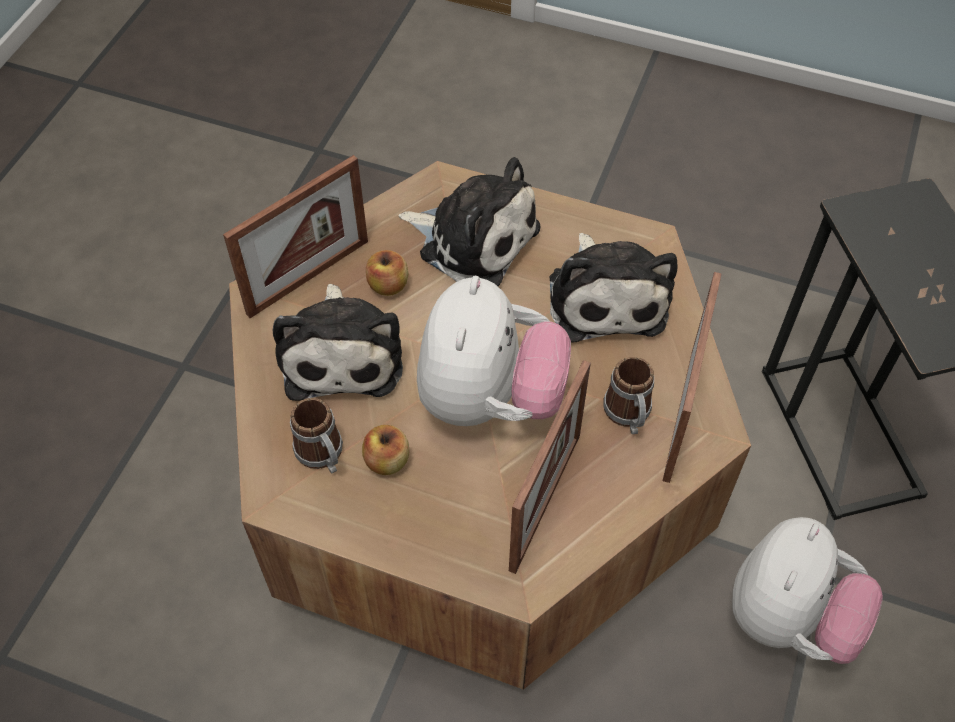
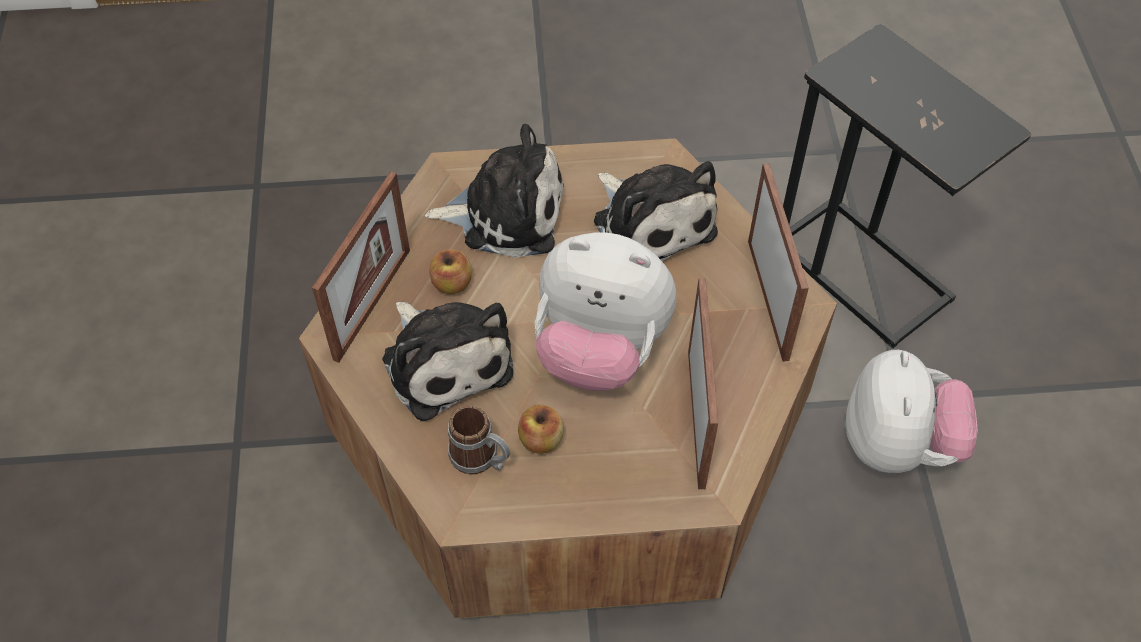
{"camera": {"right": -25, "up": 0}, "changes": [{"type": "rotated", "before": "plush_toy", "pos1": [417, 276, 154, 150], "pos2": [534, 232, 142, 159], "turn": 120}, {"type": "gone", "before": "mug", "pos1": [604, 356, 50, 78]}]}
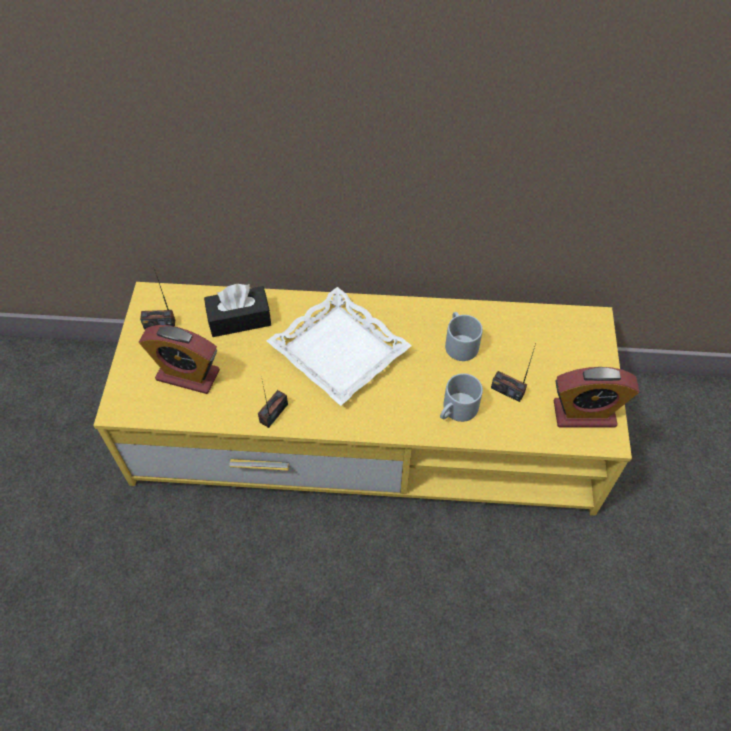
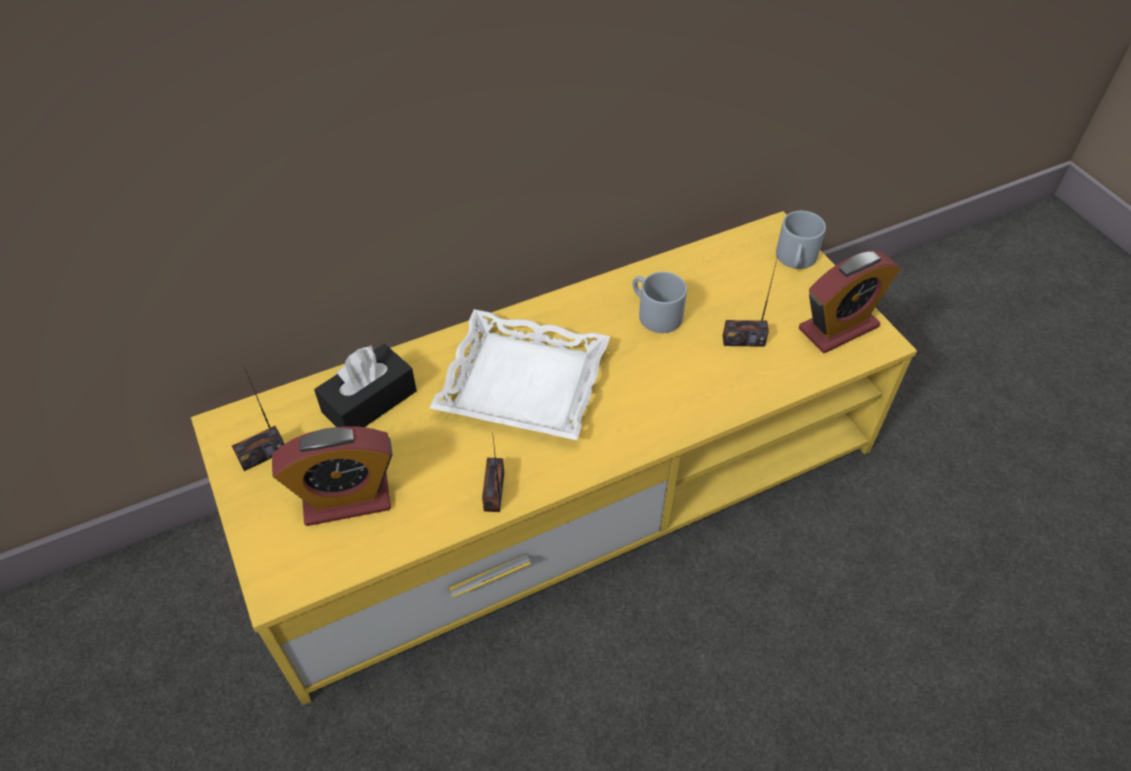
{"camera": {"right": -30, "up": -5}, "changes": [{"type": "shifted", "before": "grey_mug", "pos1": [440, 373, 43, 49], "pos2": [776, 211, 50, 58]}]}
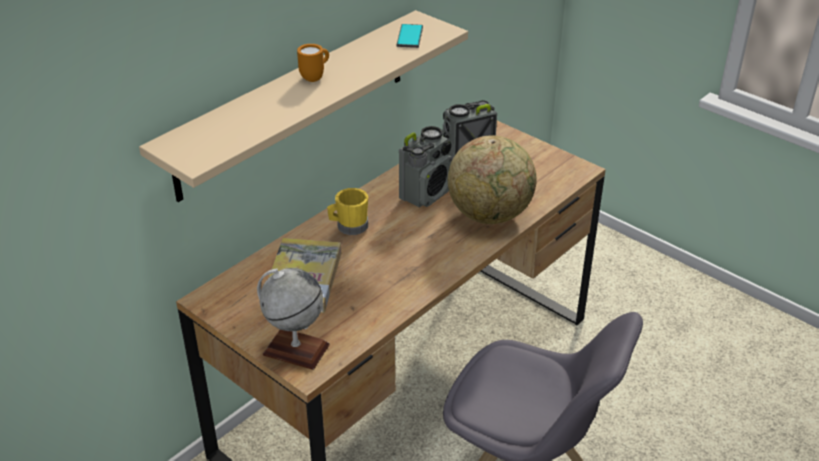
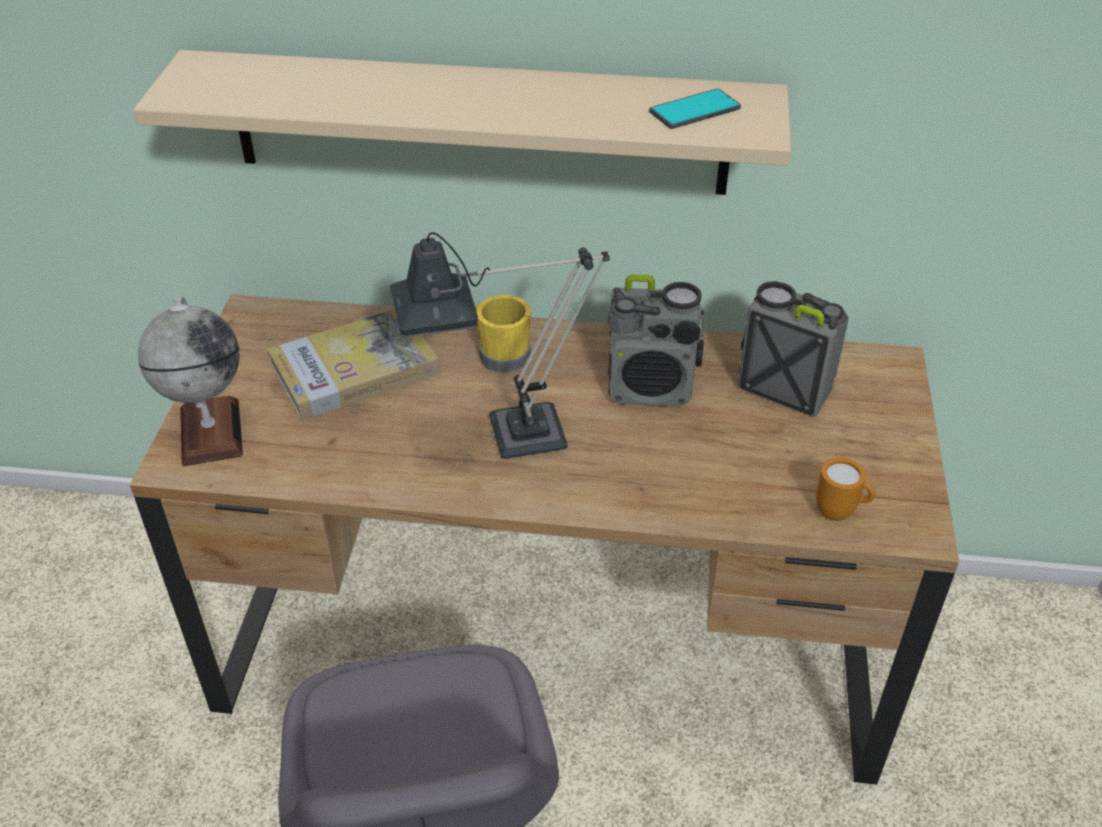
{"camera": {"right": 55, "up": 5}, "changes": [{"type": "shifted", "before": "orange_mug", "pos1": [297, 44, 32, 38], "pos2": [816, 457, 60, 64]}, {"type": "gone", "before": "globe", "pos1": [448, 135, 89, 89]}, {"type": "new", "after": "table_lamp", "pos2": [390, 232, 220, 227]}]}
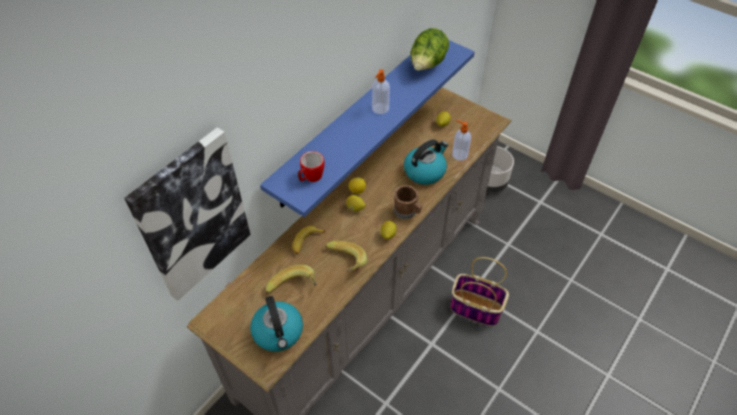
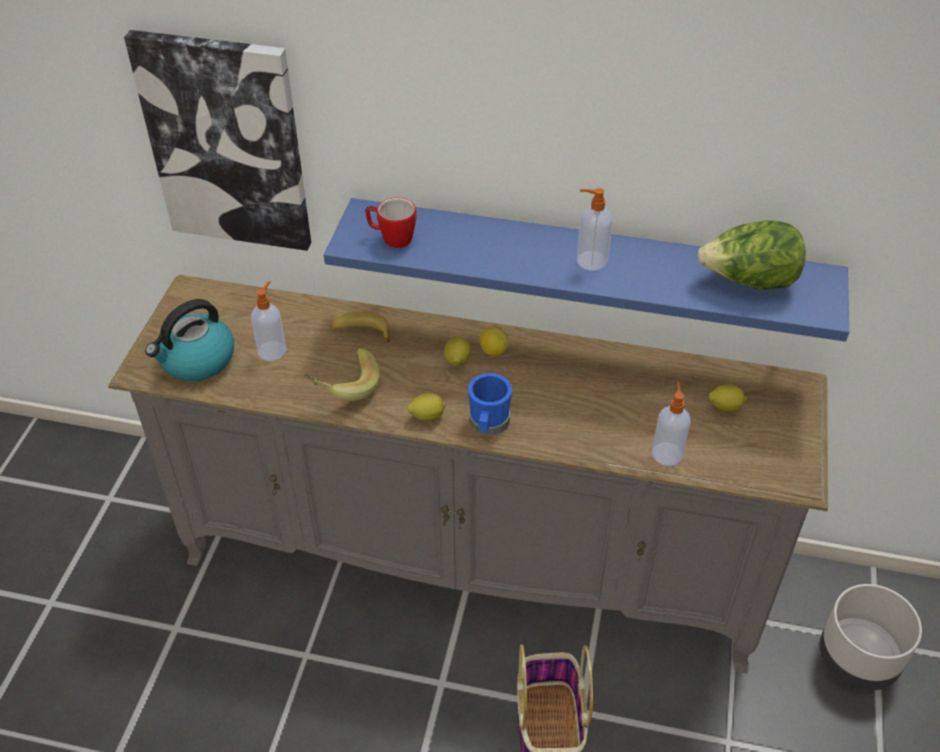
{"camera": {"right": 65, "up": -5}, "changes": [{"type": "swapped", "before": "banana", "after": "soap_dispenser", "pos1": [266, 265, 51, 29], "pos2": [251, 281, 35, 80]}, {"type": "repainted", "before": "brown_mug", "after": "blue_mug", "pos1": [394, 185, 28, 34], "pos2": [468, 373, 44, 63]}, {"type": "gone", "before": "kettle", "pos1": [404, 140, 44, 45]}]}
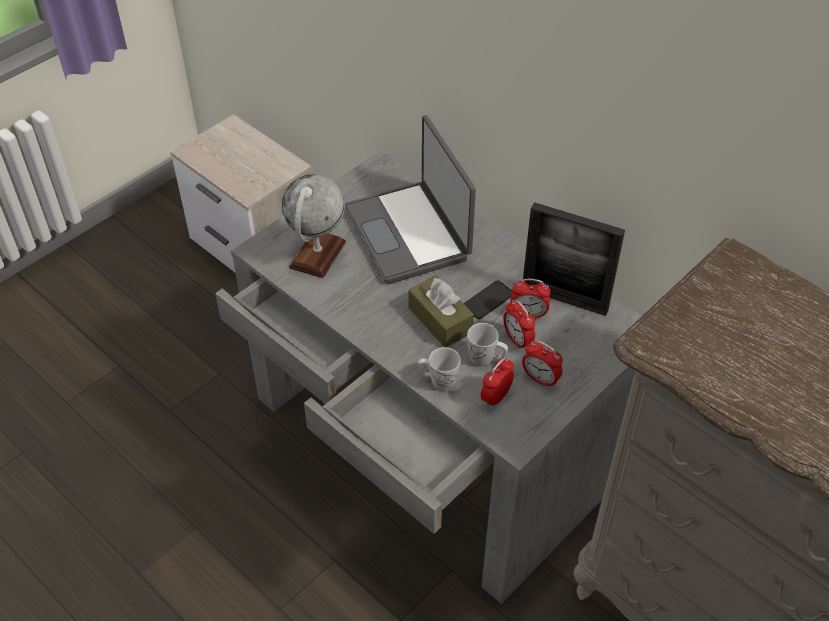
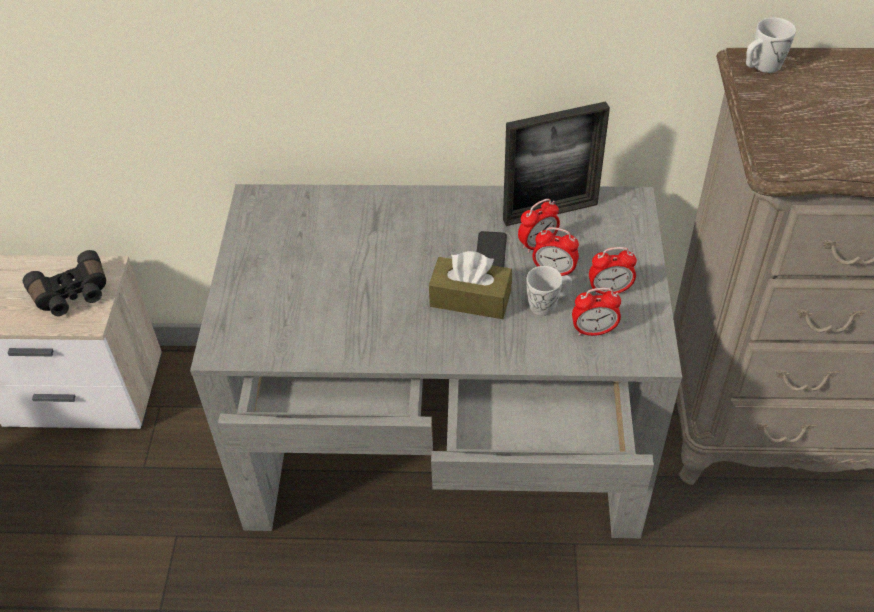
{"camera": {"right": -40, "up": 0}, "changes": [{"type": "gone", "before": "globe", "pos1": [282, 174, 64, 104]}, {"type": "gone", "before": "laptop", "pos1": [345, 115, 131, 169]}, {"type": "shifted", "before": "white_mug", "pos1": [418, 347, 43, 44], "pos2": [746, 17, 50, 56]}, {"type": "rotated", "before": "alarm_clock", "pos1": [481, 357, 33, 51], "pos2": [572, 288, 49, 48], "turn": -90}, {"type": "new", "after": "black_binoculars", "pos2": [23, 250, 83, 66]}]}
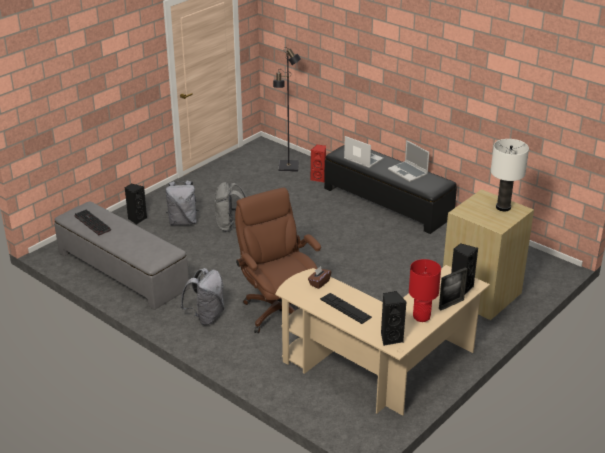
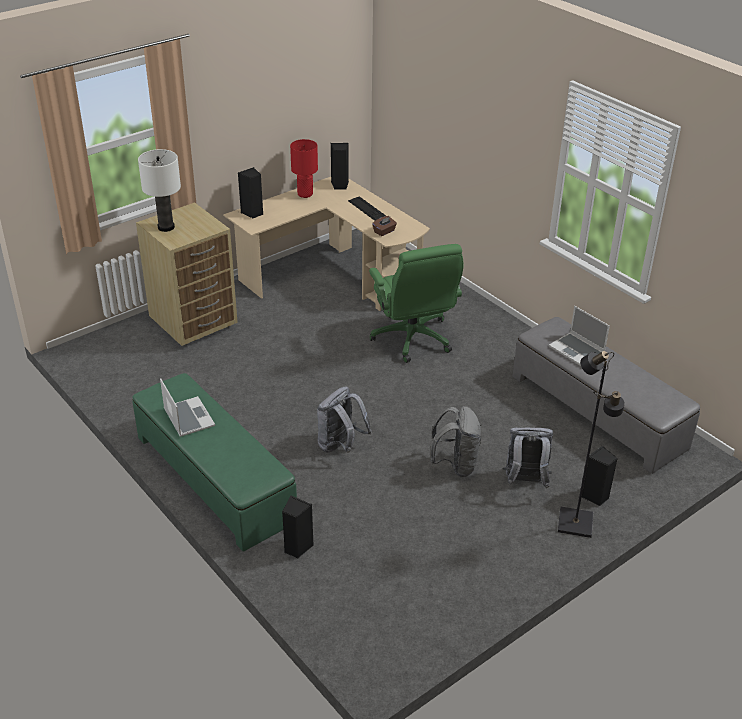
{"camera": {"right": -170, "up": 5}, "changes": [{"type": "gone", "before": "keyboard", "pos1": [74, 210, 37, 25]}, {"type": "shifted", "before": "grey_backpack", "pos1": [180, 268, 44, 57], "pos2": [317, 387, 55, 66]}, {"type": "repainted", "before": "brown_office_chair", "after": "green_office_chair", "pos1": [235, 188, 86, 145], "pos2": [369, 244, 94, 119]}, {"type": "shifted", "before": "black_floor_lamp", "pos1": [273, 47, 28, 124], "pos2": [558, 351, 67, 187]}, {"type": "repainted", "before": "red_speaker", "after": "black_speaker", "pos1": [311, 145, 15, 37], "pos2": [282, 496, 31, 62]}, {"type": "repainted", "before": "black_bench", "after": "green_bench", "pos1": [324, 145, 133, 89], "pos2": [132, 373, 165, 178]}, {"type": "shifted", "before": "laptop", "pos1": [344, 136, 40, 32], "pos2": [549, 306, 61, 60]}, {"type": "gone", "before": "picture_frame", "pos1": [439, 267, 28, 43]}]}
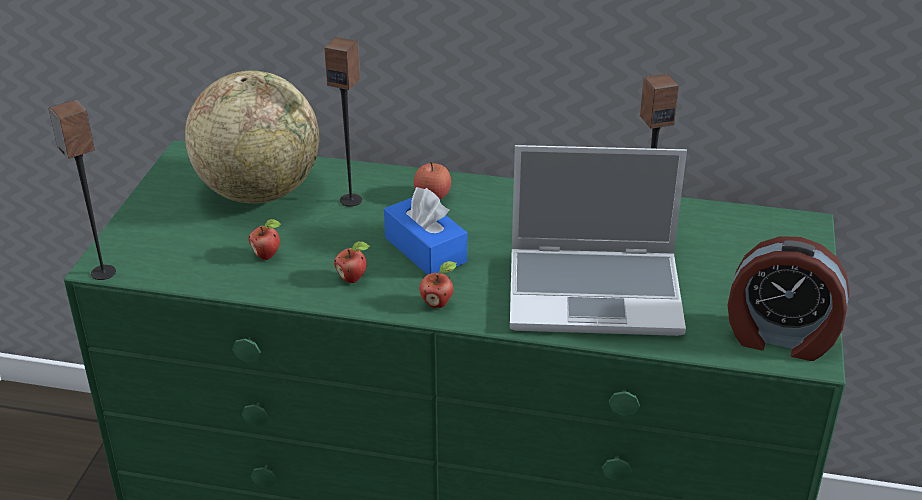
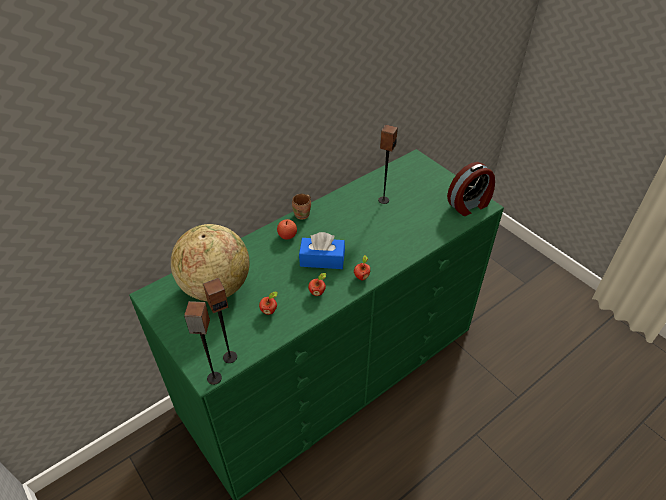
{"camera": {"right": -50, "up": 10}, "changes": [{"type": "shifted", "before": "speaker", "pos1": [324, 37, 38, 170], "pos2": [203, 278, 34, 85]}, {"type": "gone", "before": "laptop", "pos1": [510, 145, 177, 191]}, {"type": "new", "after": "brown_mug", "pos2": [292, 194, 19, 26]}]}
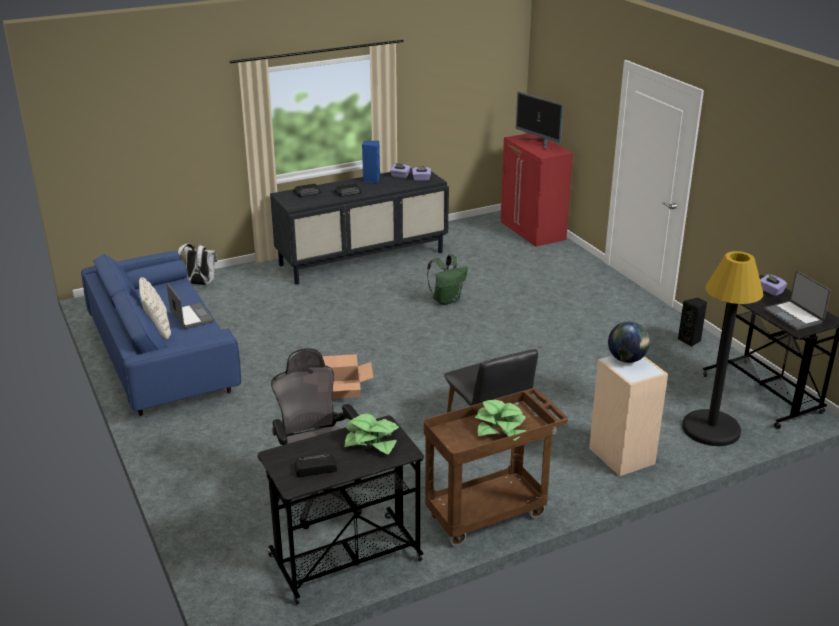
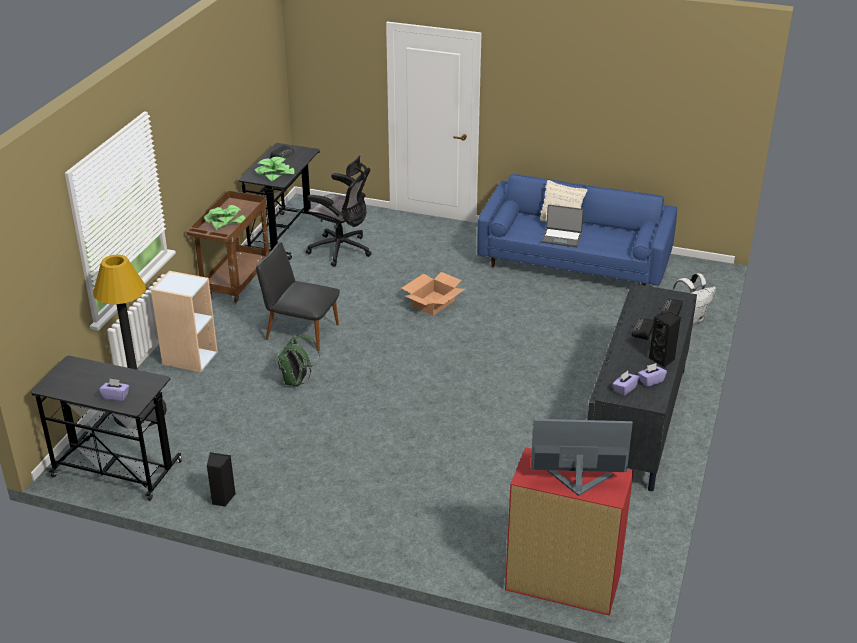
{"camera": {"right": 135, "up": 5}, "changes": [{"type": "repainted", "before": "blue_speaker", "after": "black_speaker", "pos1": [362, 141, 18, 42], "pos2": [649, 312, 32, 56]}, {"type": "shifted", "before": "green_backpack", "pos1": [427, 254, 41, 51], "pos2": [278, 335, 42, 52]}, {"type": "gone", "before": "globe", "pos1": [608, 322, 42, 41]}, {"type": "gone", "before": "laptop", "pos1": [764, 271, 67, 59]}]}
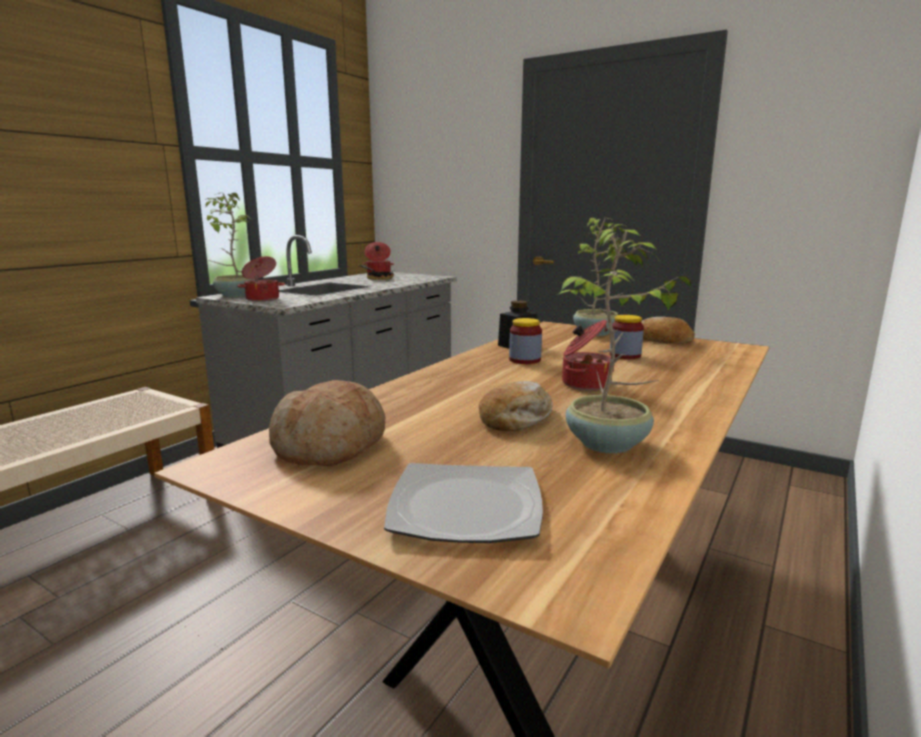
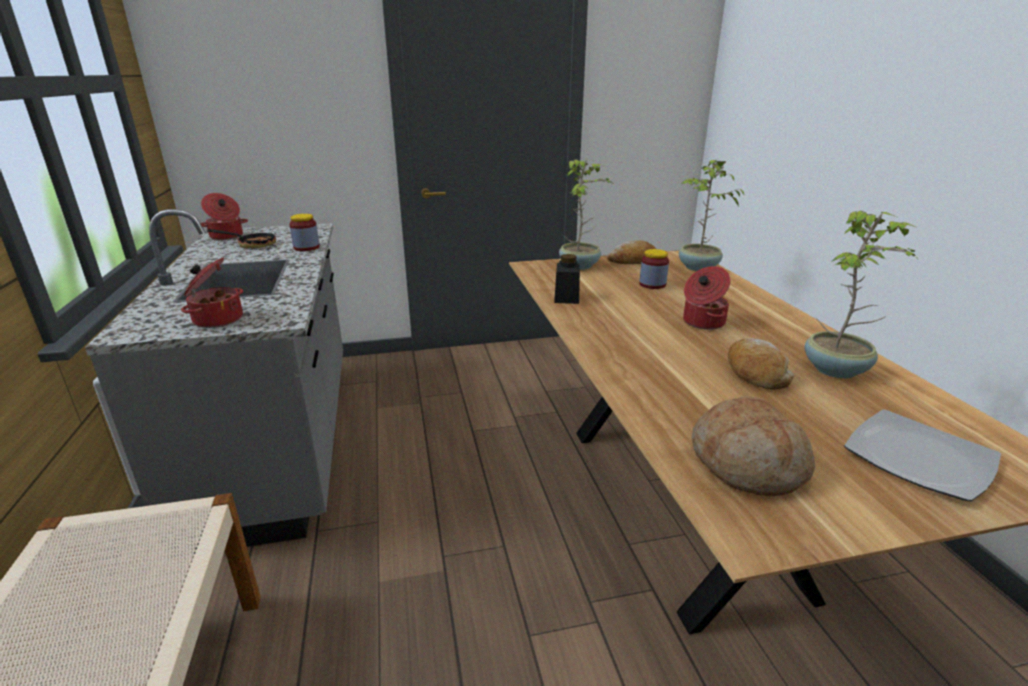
{"camera": {"right": -45, "up": 10}, "changes": [{"type": "shifted", "before": "potted_plant", "pos1": [205, 193, 50, 104], "pos2": [679, 160, 66, 111]}, {"type": "shifted", "before": "jar", "pos1": [509, 318, 33, 46], "pos2": [289, 214, 31, 37]}]}
